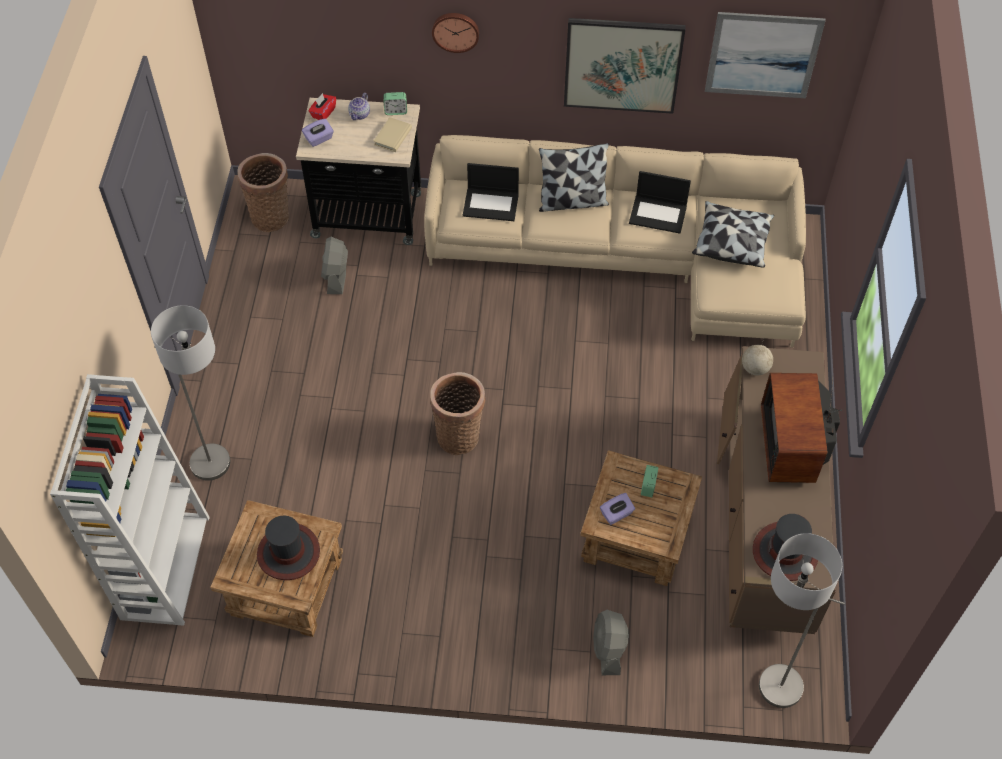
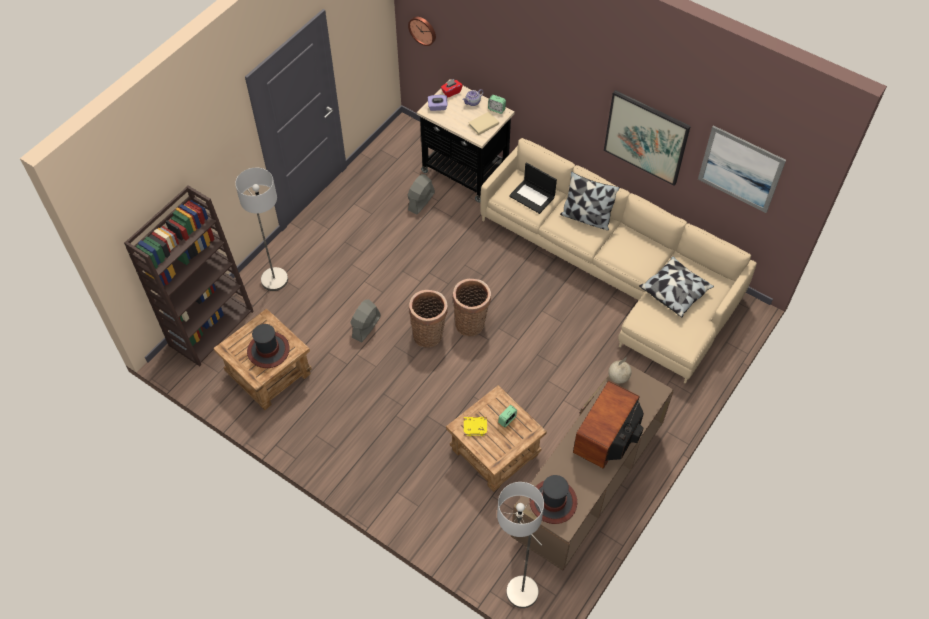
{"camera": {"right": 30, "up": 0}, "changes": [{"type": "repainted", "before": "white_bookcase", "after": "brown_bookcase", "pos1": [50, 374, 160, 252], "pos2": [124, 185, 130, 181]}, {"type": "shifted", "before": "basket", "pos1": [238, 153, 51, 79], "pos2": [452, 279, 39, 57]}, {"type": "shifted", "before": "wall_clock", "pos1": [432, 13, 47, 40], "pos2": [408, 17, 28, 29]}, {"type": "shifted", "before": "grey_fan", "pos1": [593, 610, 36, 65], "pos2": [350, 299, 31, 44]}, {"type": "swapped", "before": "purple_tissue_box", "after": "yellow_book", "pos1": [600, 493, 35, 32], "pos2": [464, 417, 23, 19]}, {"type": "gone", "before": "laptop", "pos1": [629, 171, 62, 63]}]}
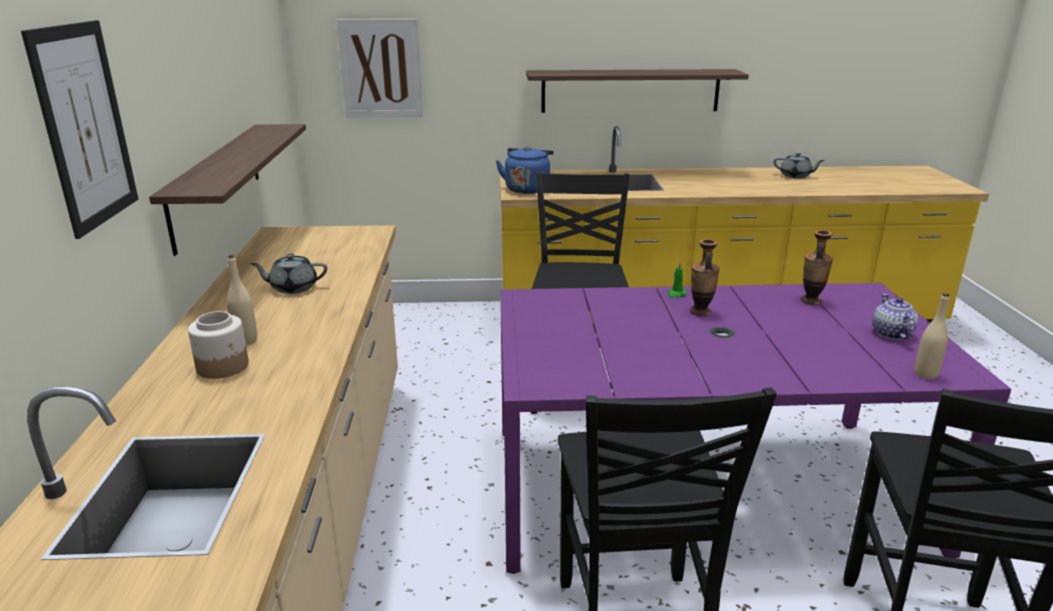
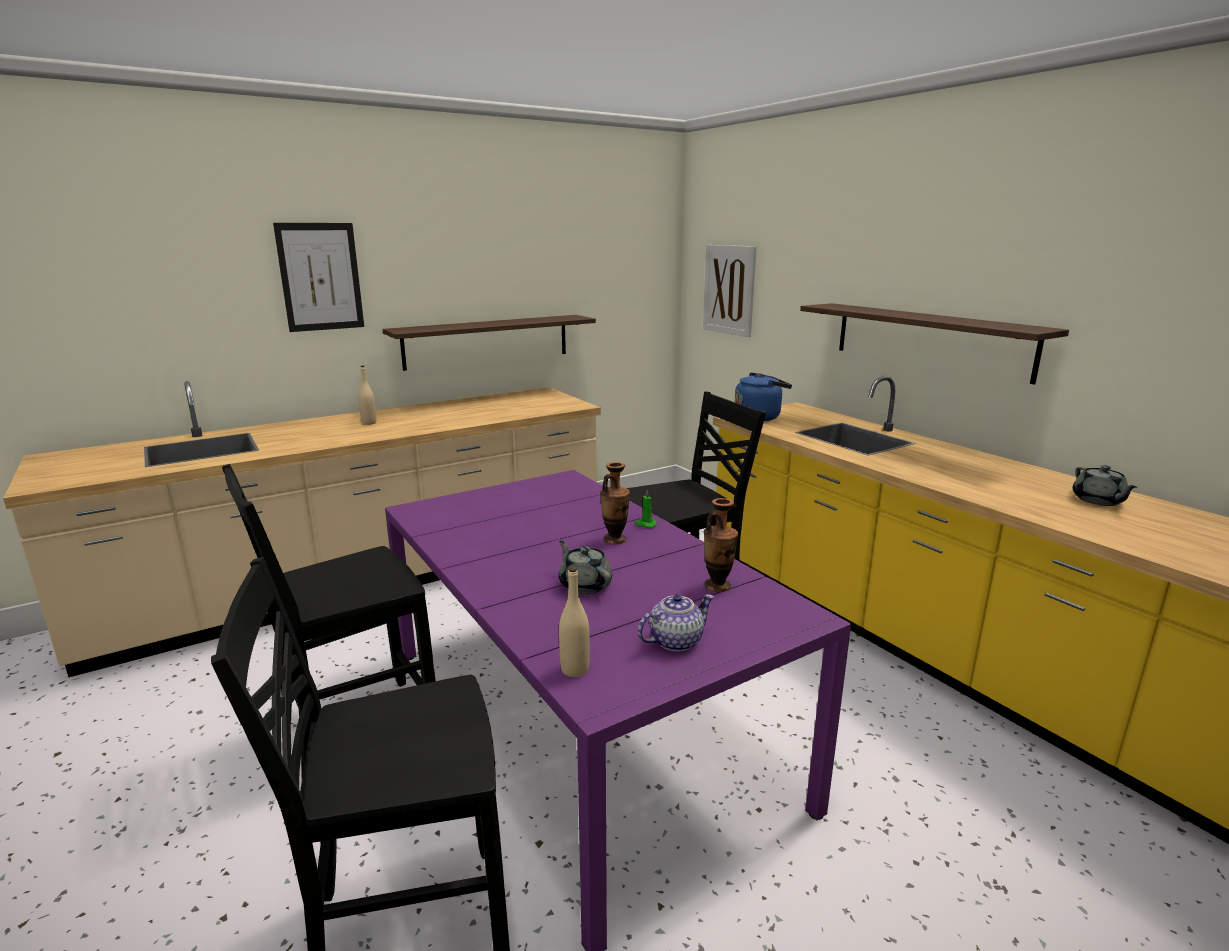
{"camera": {"right": 60, "up": -5}, "changes": [{"type": "gone", "before": "jar", "pos1": [188, 311, 61, 68]}, {"type": "shifted", "before": "grey_teapot", "pos1": [251, 254, 76, 40], "pos2": [559, 541, 53, 53]}]}
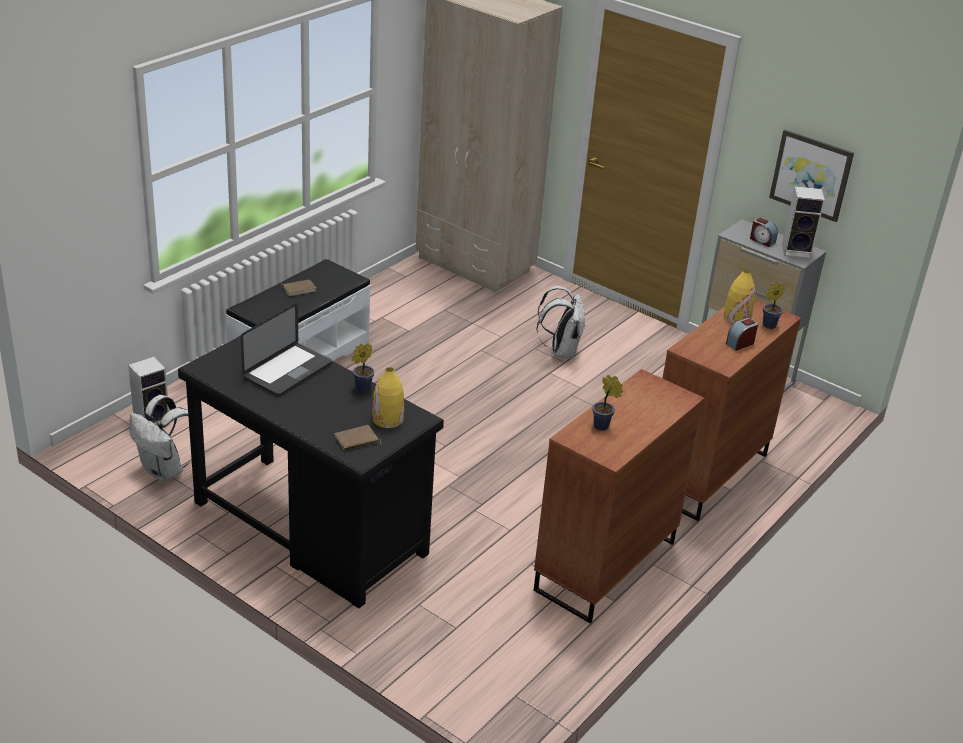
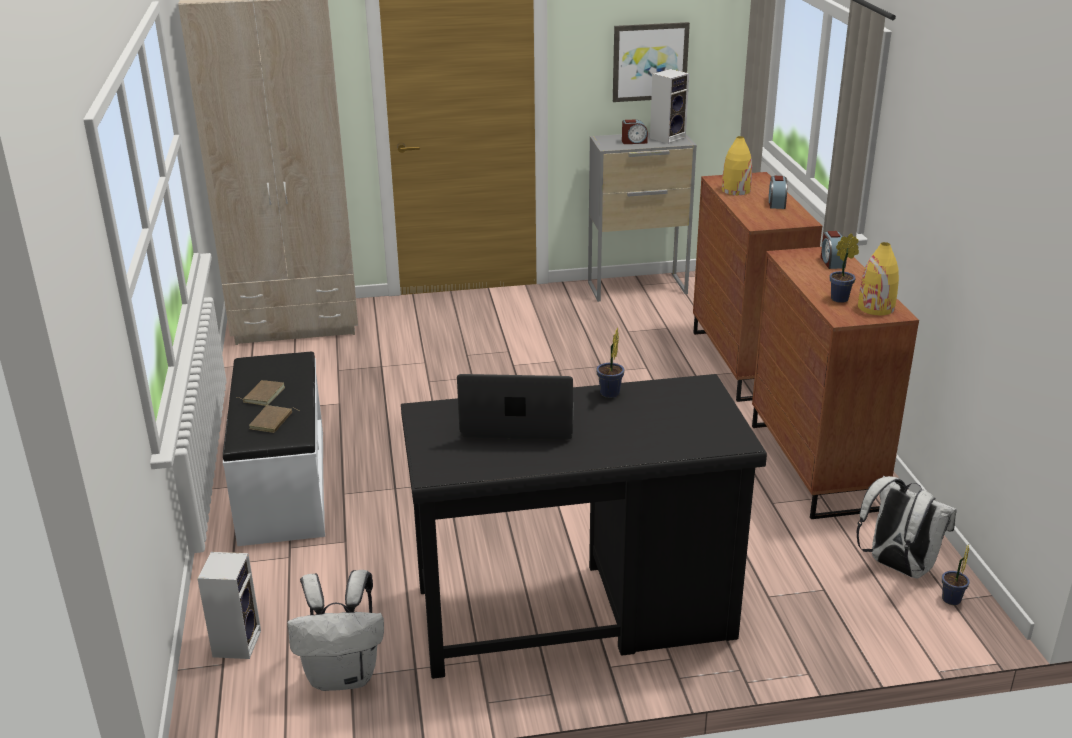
{"camera": {"right": -45, "up": -5}, "changes": [{"type": "rotated", "before": "laptop", "pos1": [241, 303, 91, 93], "pos2": [457, 374, 117, 66], "turn": -75}, {"type": "shifted", "before": "brown_book", "pos1": [335, 425, 47, 26], "pos2": [249, 405, 50, 28]}, {"type": "shifted", "before": "yellow_vase", "pos1": [372, 367, 32, 61], "pos2": [858, 242, 41, 73]}, {"type": "shifted", "before": "white_backpack", "pos1": [537, 286, 48, 73], "pos2": [856, 476, 101, 102]}, {"type": "shifted", "before": "potted_plant", "pos1": [763, 282, 23, 47], "pos2": [942, 545, 28, 60]}, {"type": "new", "after": "alarm_clock", "pos2": [821, 231, 26, 38]}]}
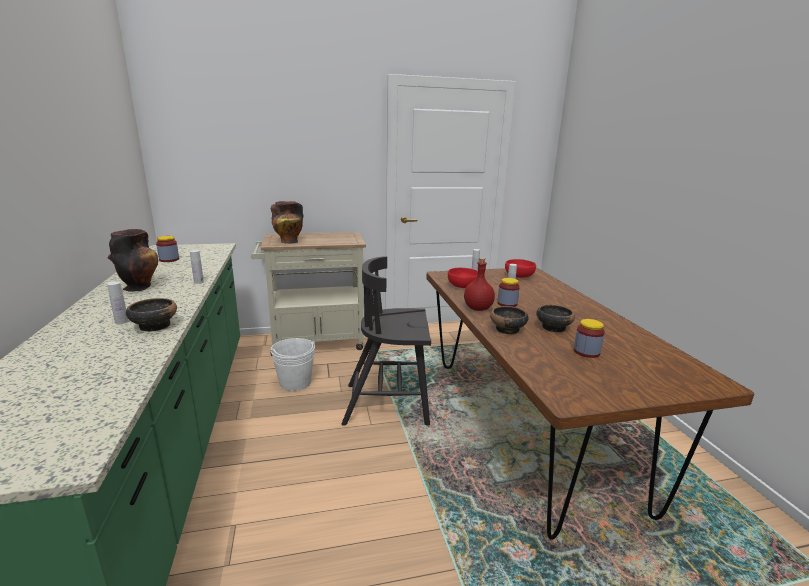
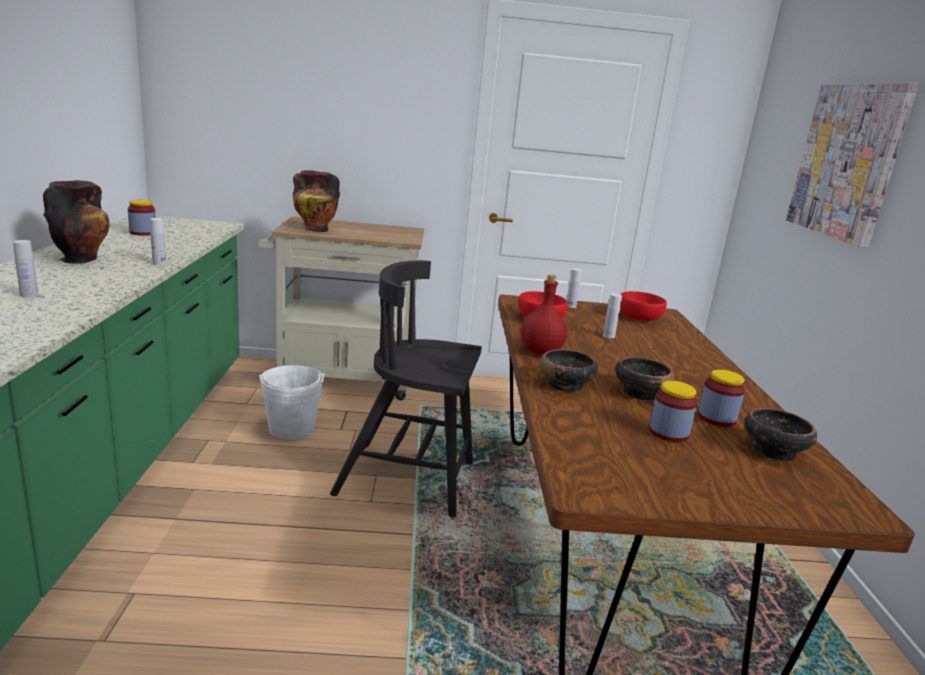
{"camera": {"right": 10, "up": 0}, "changes": [{"type": "shifted", "before": "bowl", "pos1": [126, 298, 51, 34], "pos2": [744, 408, 73, 53]}, {"type": "shifted", "before": "jar", "pos1": [497, 278, 23, 29], "pos2": [698, 370, 47, 57]}, {"type": "new", "after": "picture", "pos2": [786, 82, 133, 166]}]}
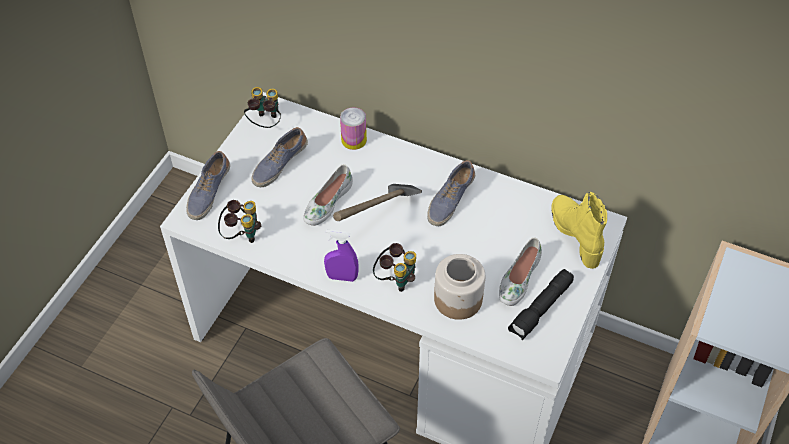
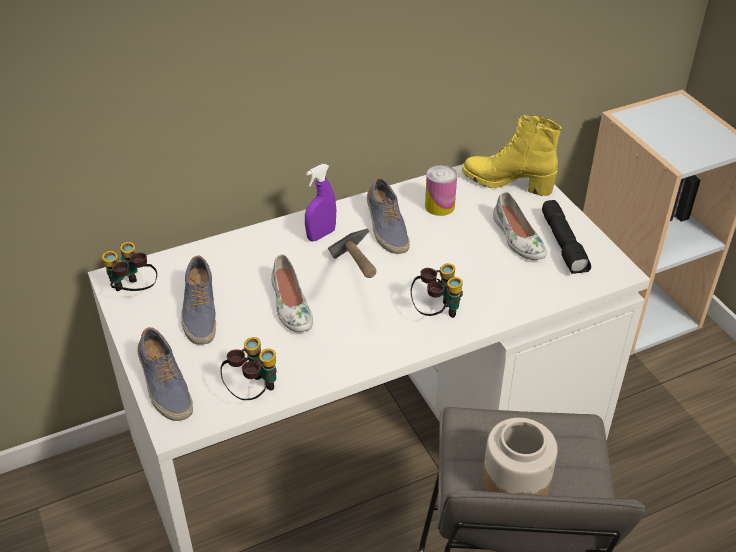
{"camera": {"right": -50, "up": -10}, "changes": [{"type": "shifted", "before": "purple_spray_bottle", "pos1": [324, 230, 35, 52], "pos2": [305, 164, 31, 77]}, {"type": "shifted", "before": "can", "pos1": [340, 108, 27, 42], "pos2": [425, 165, 32, 51]}, {"type": "shifted", "before": "jar", "pos1": [434, 254, 51, 66], "pos2": [482, 418, 76, 78]}]}
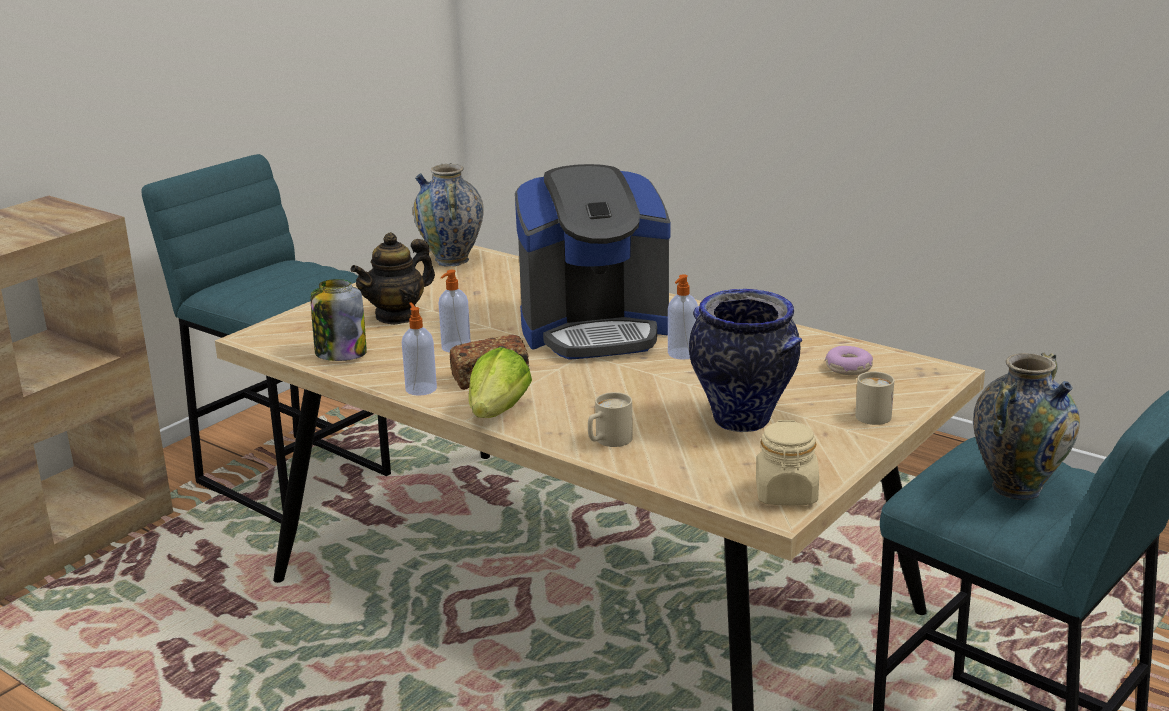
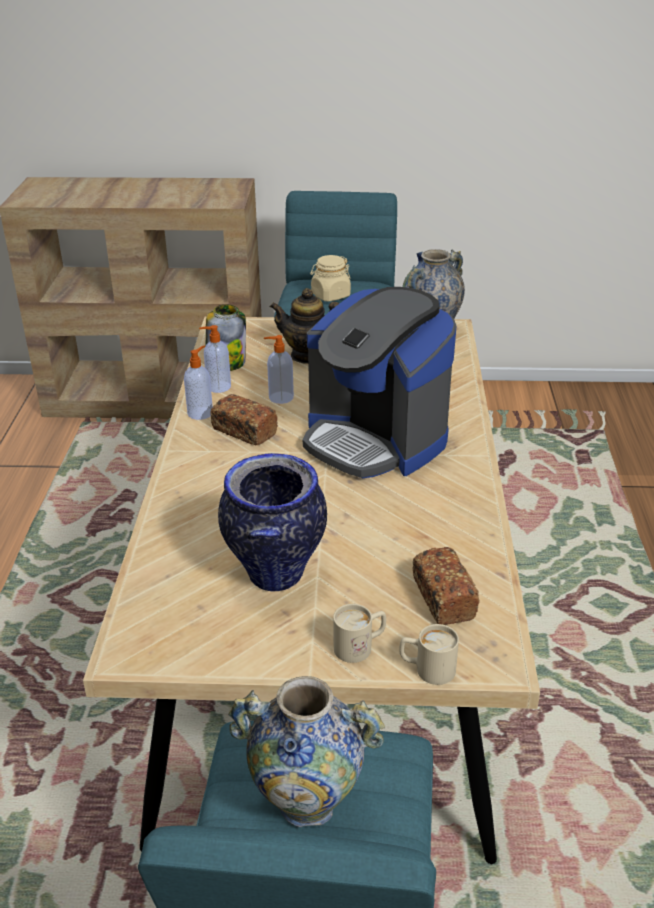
{"camera": {"right": 55, "up": 10}, "changes": [{"type": "gone", "before": "lettuce", "pos1": [469, 347, 63, 71]}, {"type": "shifted", "before": "beige_mug", "pos1": [588, 392, 45, 55], "pos2": [399, 624, 60, 61]}, {"type": "shifted", "before": "soap_dispenser", "pos1": [668, 274, 30, 86], "pos2": [199, 325, 32, 68]}, {"type": "shifted", "before": "beige_jar", "pos1": [756, 420, 63, 86], "pos2": [310, 255, 41, 47]}, {"type": "swapped", "before": "donut", "after": "bread", "pos1": [825, 346, 48, 29], "pos2": [413, 547, 67, 78]}]}
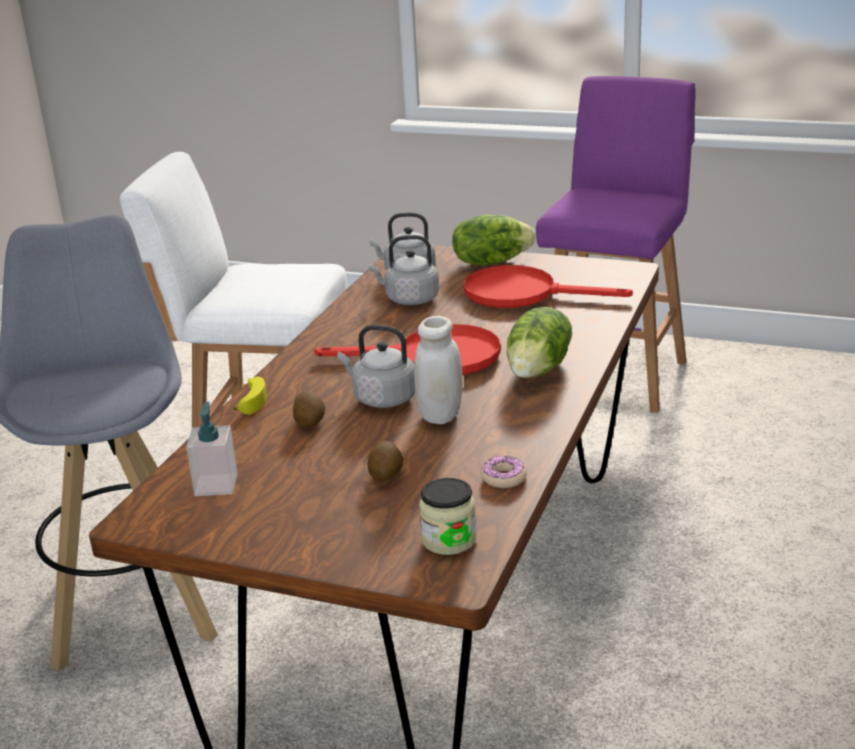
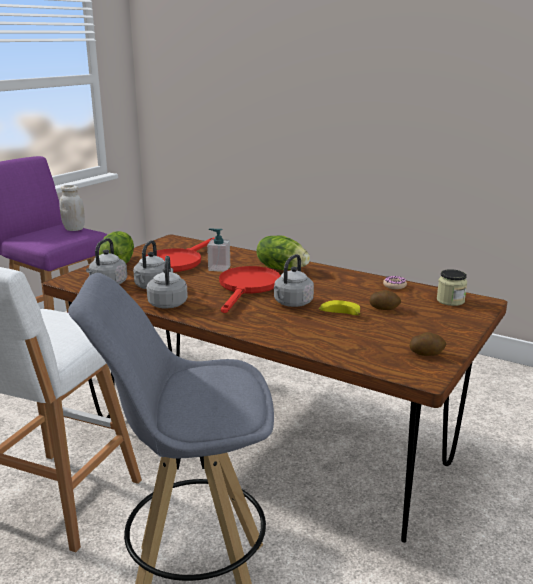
{"camera": {"right": -80, "up": -5}, "changes": [{"type": "shifted", "before": "soap_dispenser", "pos1": [186, 402, 51, 94], "pos2": [207, 228, 23, 44]}, {"type": "shifted", "before": "banana", "pos1": [233, 377, 34, 38], "pos2": [319, 300, 41, 15]}, {"type": "shifted", "before": "potato", "pos1": [293, 392, 32, 35], "pos2": [410, 332, 36, 24]}, {"type": "shifted", "before": "white_jar", "pos1": [414, 316, 49, 108], "pos2": [60, 185, 25, 46]}, {"type": "new", "after": "grey_kettle", "pos2": [147, 256, 41, 52]}]}
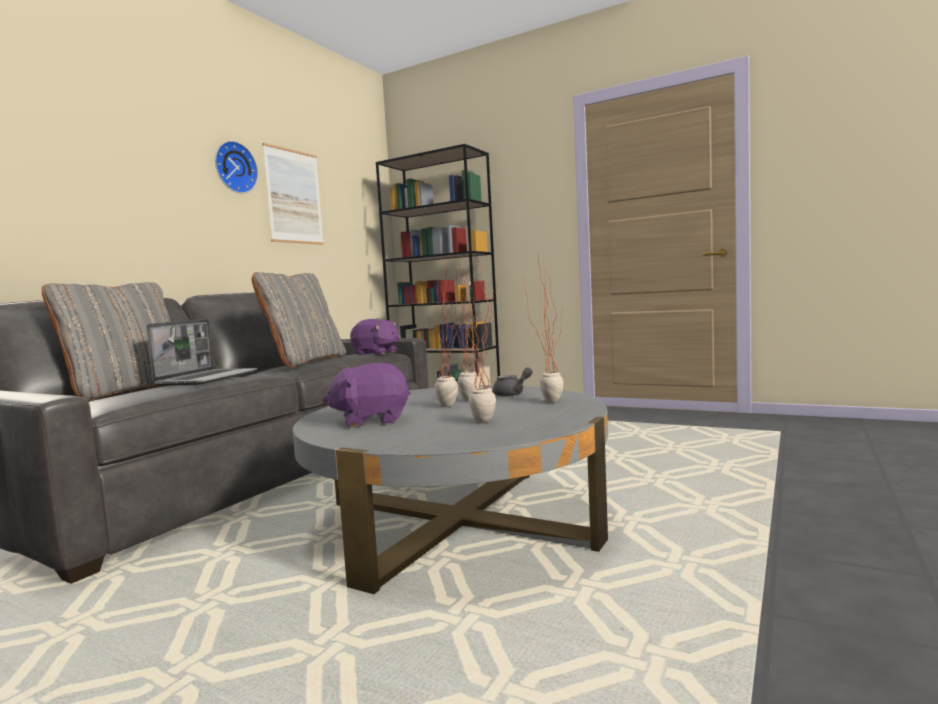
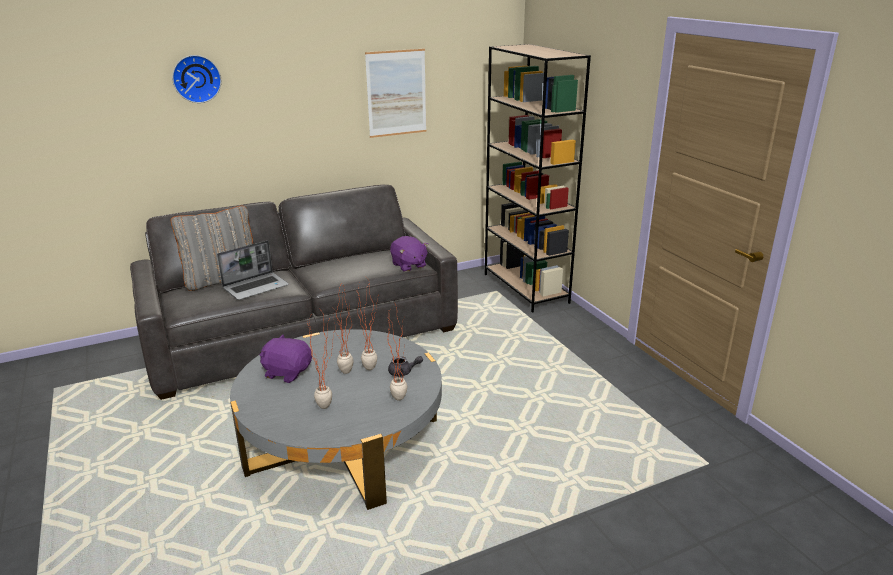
{"camera": {"right": 35, "up": 20}, "changes": [{"type": "shifted", "before": "wall_clock", "pos1": [215, 141, 43, 52], "pos2": [172, 55, 49, 48]}, {"type": "gone", "before": "grey_pillow", "pos1": [252, 272, 94, 95]}]}
